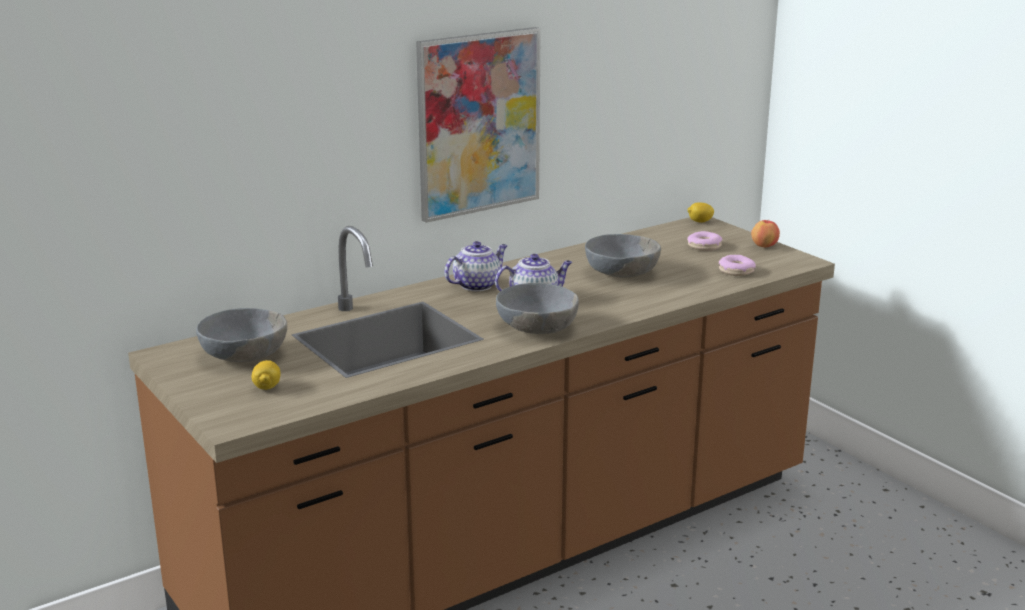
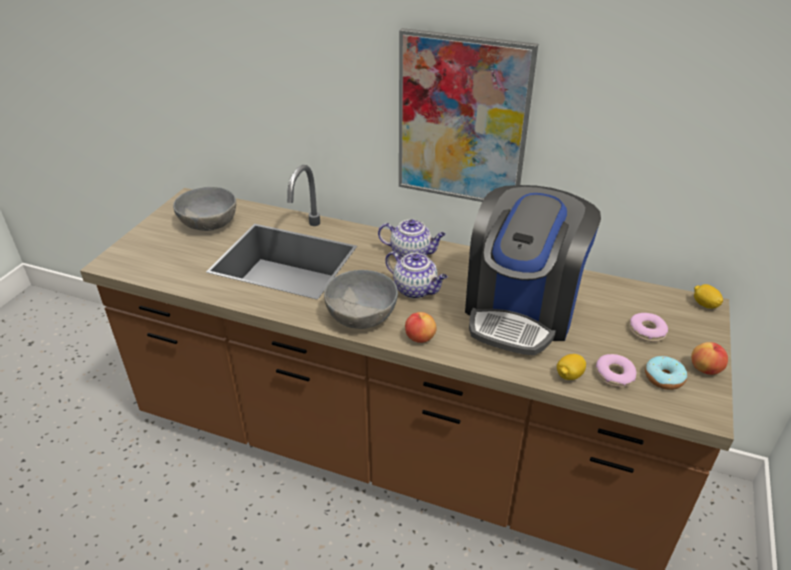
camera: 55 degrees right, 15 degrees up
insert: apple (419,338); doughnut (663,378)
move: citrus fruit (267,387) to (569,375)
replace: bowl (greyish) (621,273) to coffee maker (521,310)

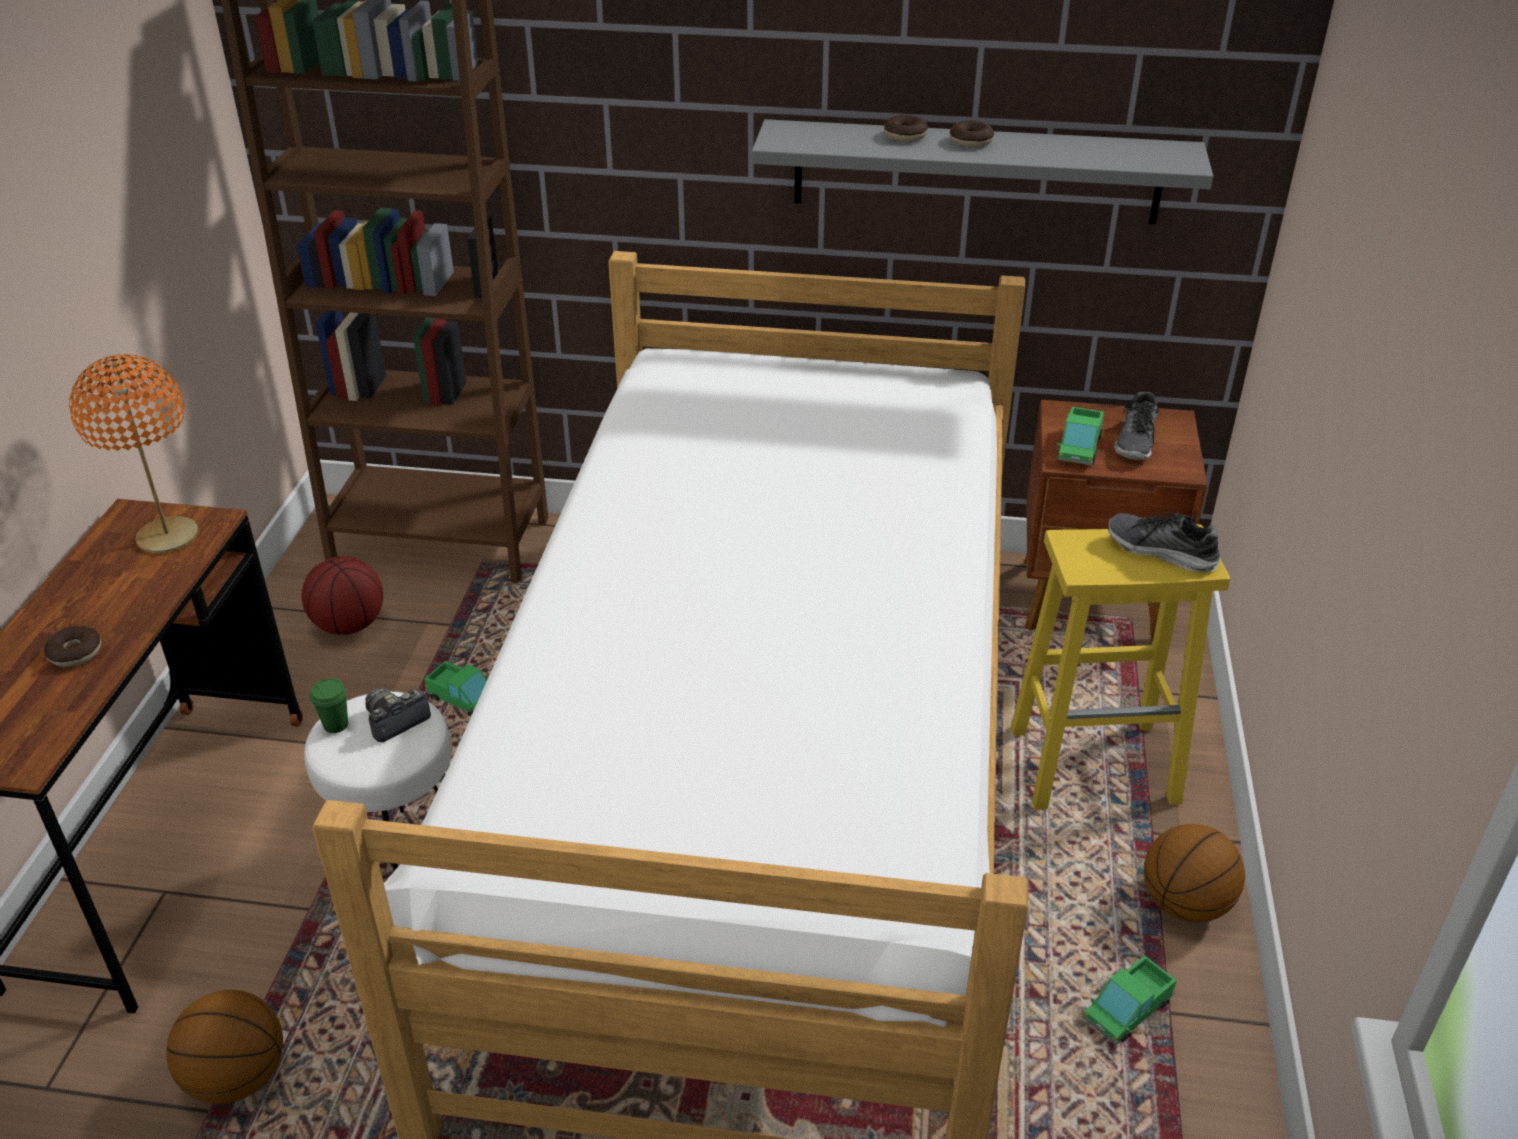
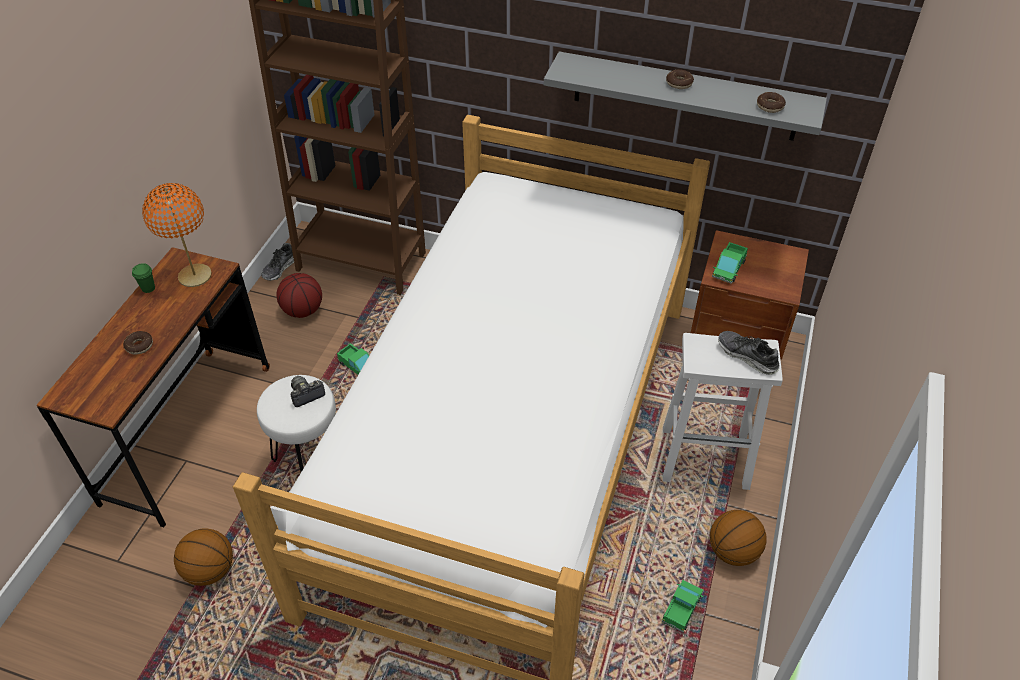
camera: 10 degrees right, 10 degrees up
move: drinking cup (green-coloured) (336,725) to (148,288); doughnut (905,136) to (770,106); item of footwear (1136,442) to (279,268)
recolor: stool (yellowish) (1096,765) to stool (white) (706,458)
rotate: toy truck (1127,1010) = (681,608) 150 degrees clockwise

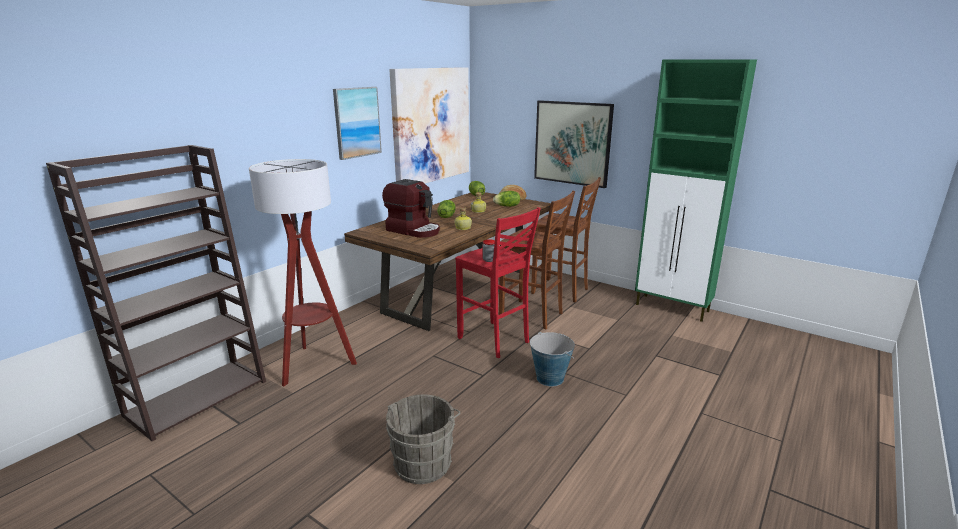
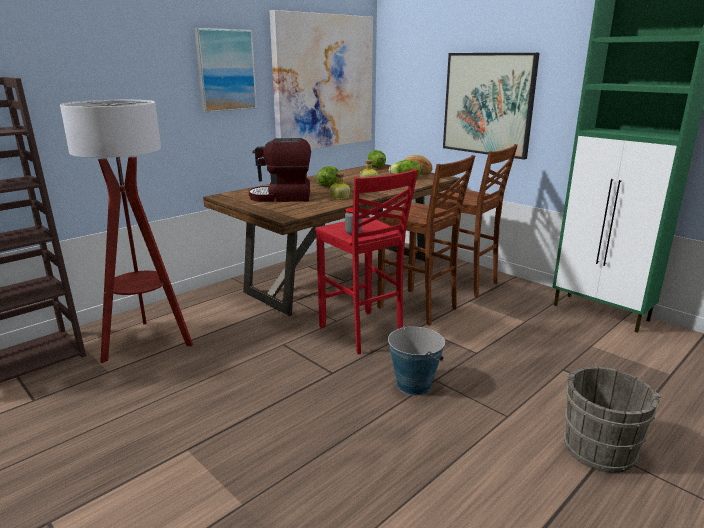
camera: 10 degrees right, 0 degrees up
move: pail (greyish) (424,461) to (599,446)
rotate: coffee maker (414,230) = (282,197) 135 degrees clockwise

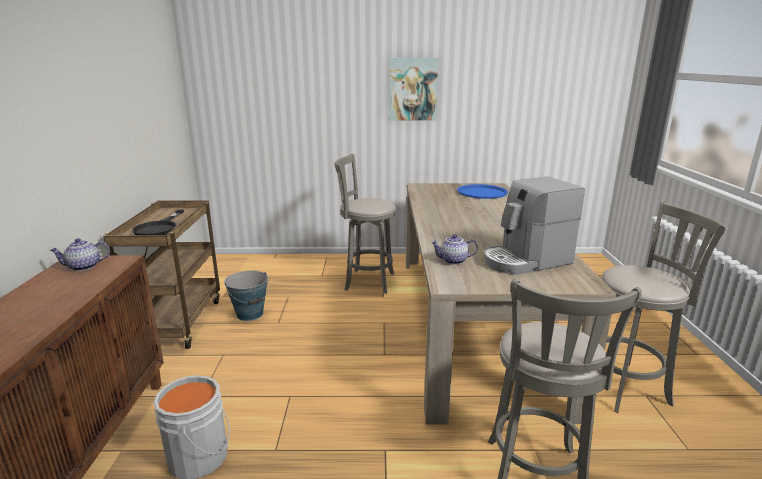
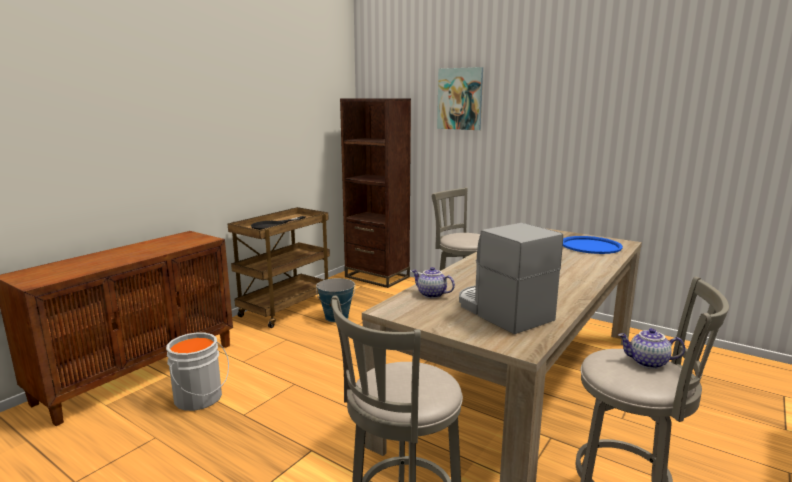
camera: 35 degrees right, 5 degrees down
insert: bookshelf (brown) (377,277)
move: pot for tea (83,267) to (648,363); wall picture (412,89) to (460,99)
rotate: coffee maker (525,261) = (501,312) 45 degrees clockwise

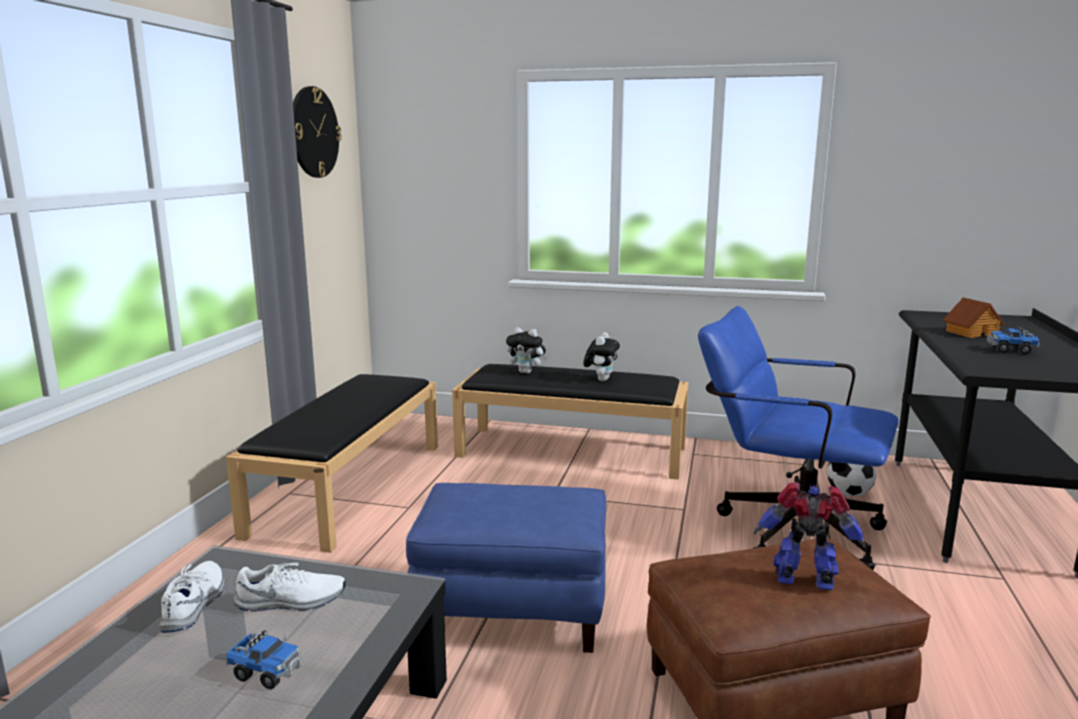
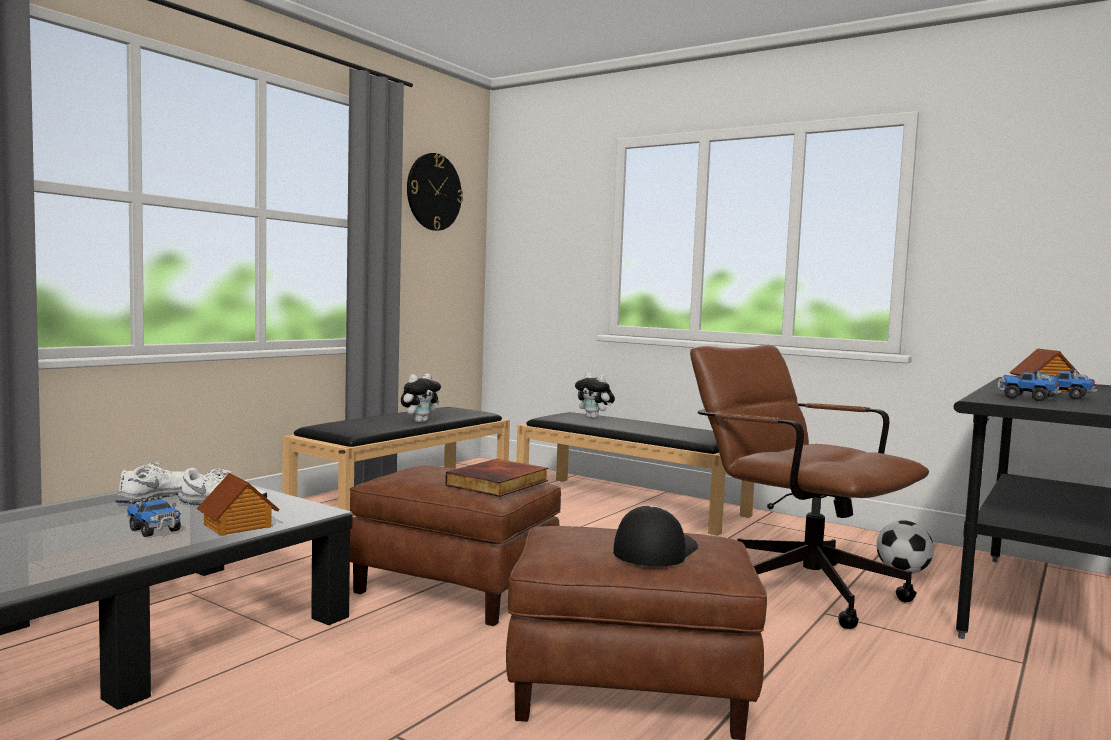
camera: 20 degrees right, 10 degrees down
insert: miniature house (238,526); volume (498,483); toy truck (1027,398)
move: plush toy (601,379) to (420,421)
replace: model robot (805,581) to baseball cap (654,550)
recolor: ottoman (blue) (514,609) to ottoman (brown) (455,588); office chair (blue) (785,529) to office chair (brown) (794,585)

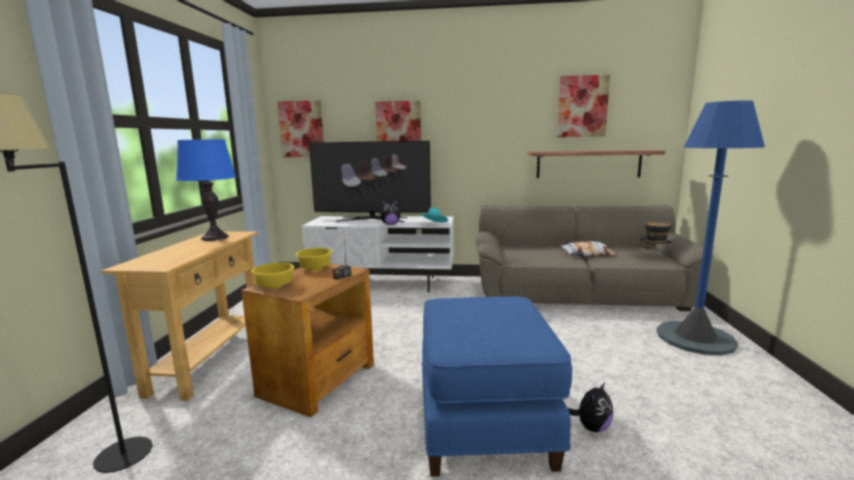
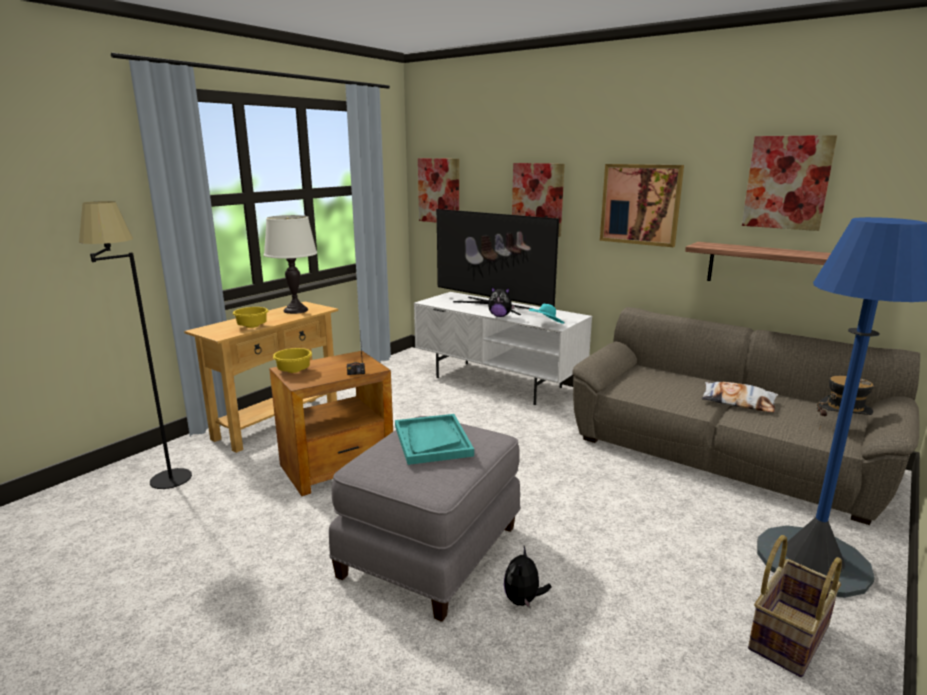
camera: 30 degrees right, 5 degrees up
insert: carrying tray (turquoise) (432,441); wall picture (640,204); storage basket (787,636)
move: bowl (yellowish) (315,269) to (251,327)
recolor: table lamp (blue) (215,238) to table lamp (white) (295,310); ottoman (blue) (485,419) to ottoman (greyish) (432,552)
rotate: plush toy (592,427) = (523,600) 120 degrees clockwise

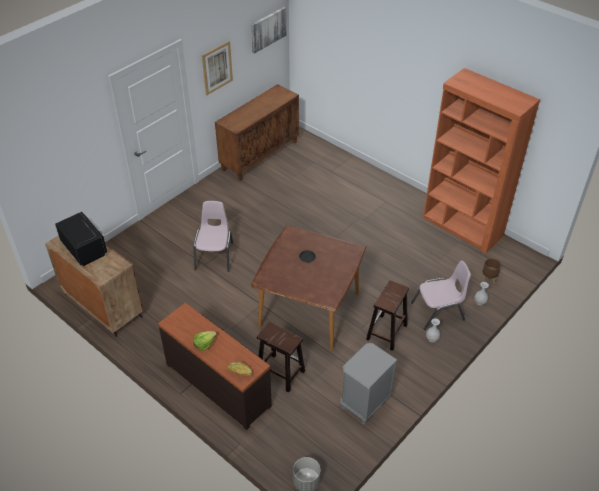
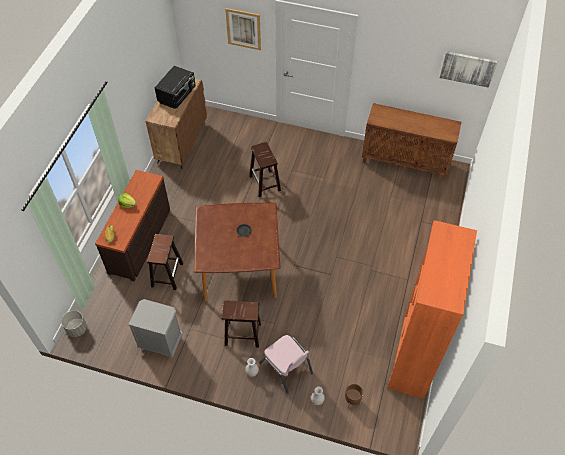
camera: 65 degrees right, 10 degrees up
move: wall picture (217,68) to (243,29)
replace: plain chair (pink) (215,256) to stool (brown) (265,183)

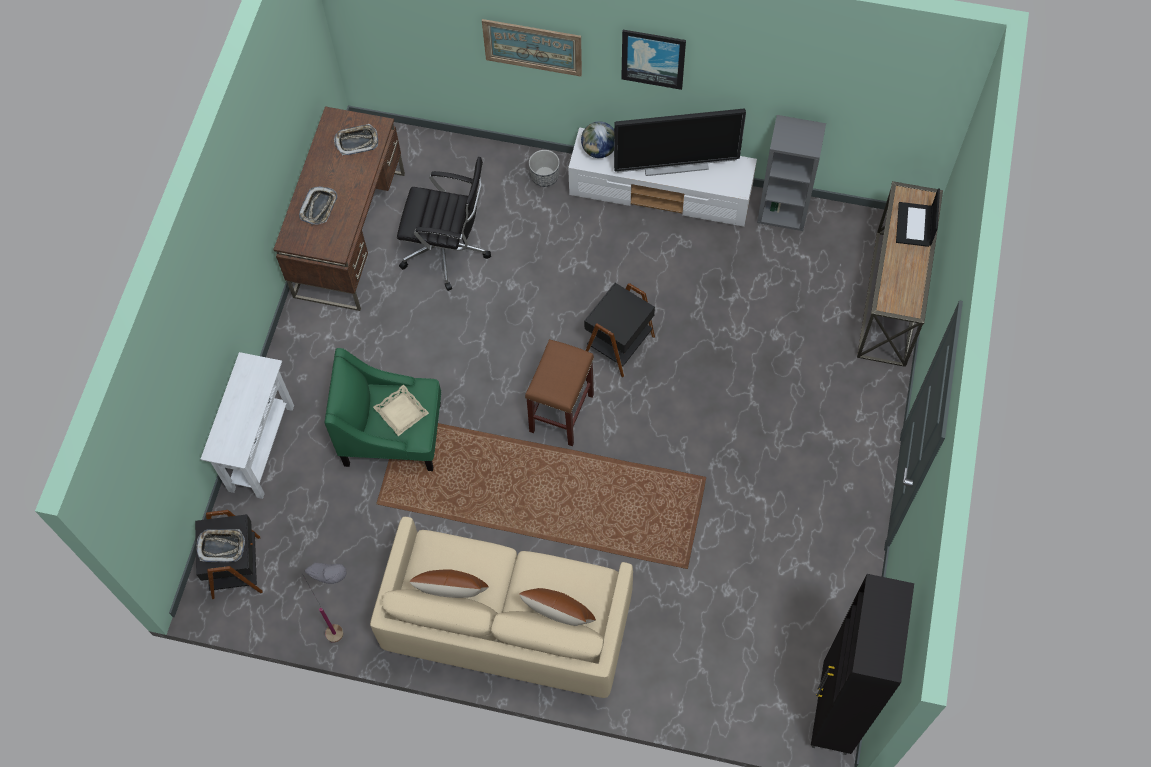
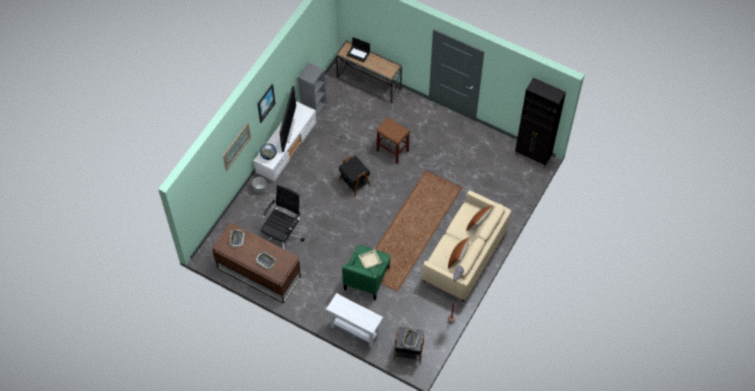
camera: 75 degrees left, 5 degrees down
move: stool (brown) (561,414) to (393,151)

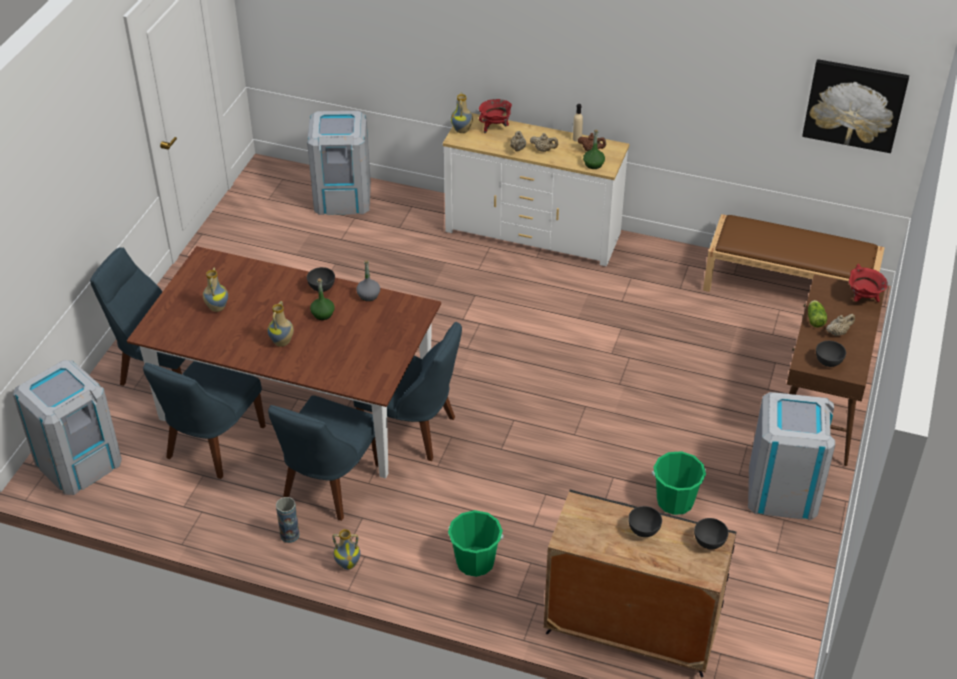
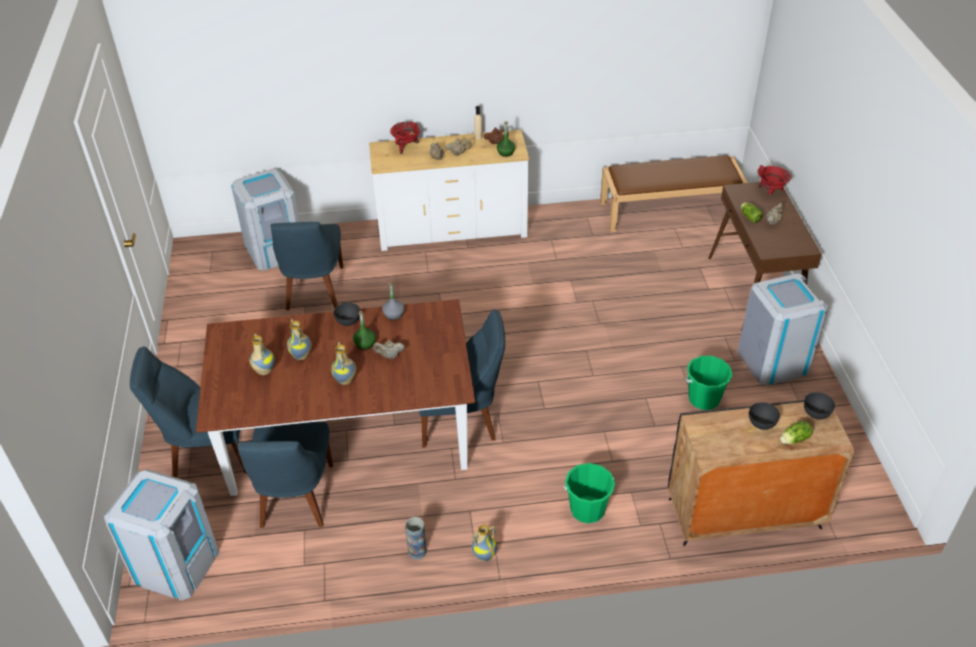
camera: 25 degrees left, 0 degrees up
delete: wall picture (854,105); bowl (greyish) (828,362)
insert: pot for tea (sand-coloured) (389,356); lettuce head (793,439)
move: plain chair (blue) (328,485) to (314,290); vase (462,130) to (302,356)

